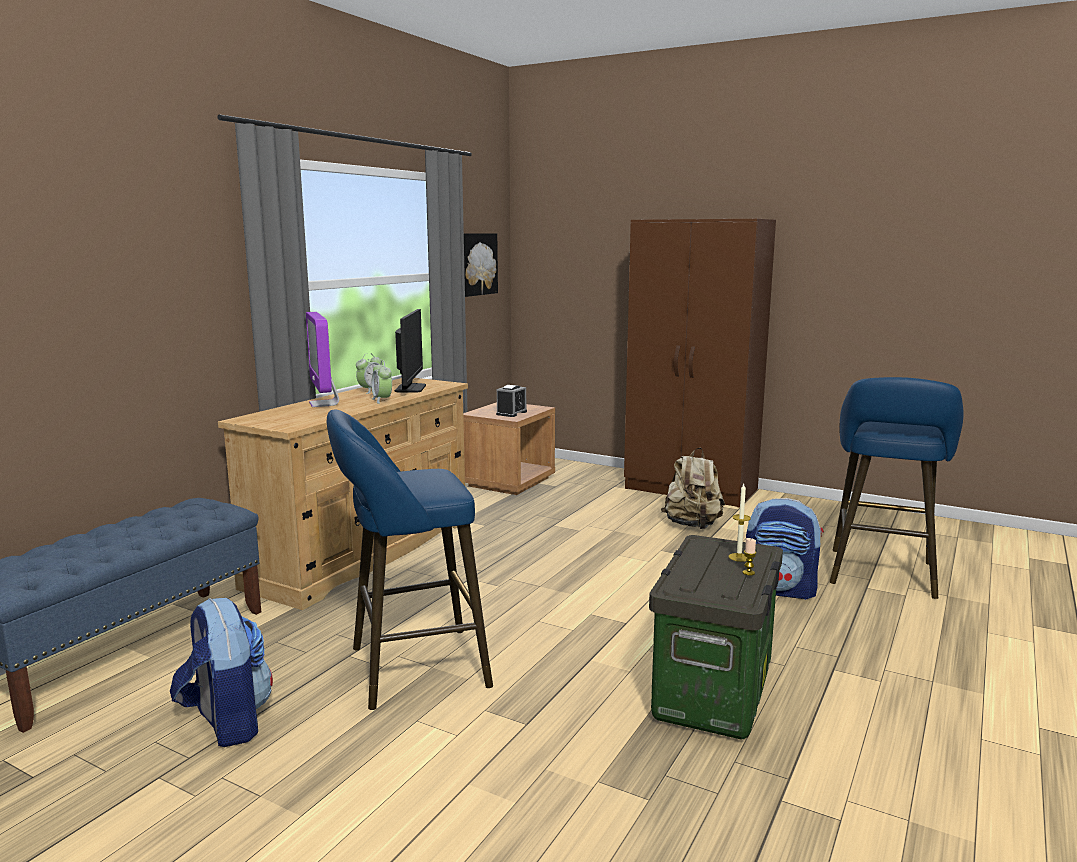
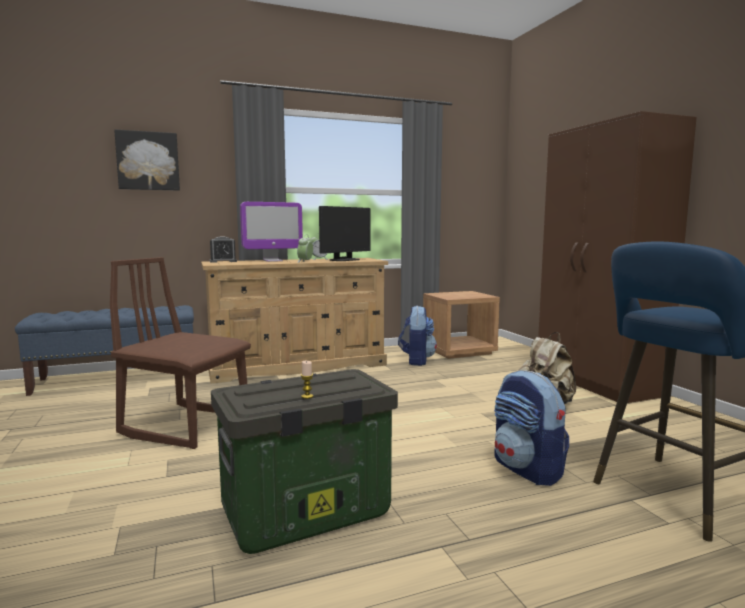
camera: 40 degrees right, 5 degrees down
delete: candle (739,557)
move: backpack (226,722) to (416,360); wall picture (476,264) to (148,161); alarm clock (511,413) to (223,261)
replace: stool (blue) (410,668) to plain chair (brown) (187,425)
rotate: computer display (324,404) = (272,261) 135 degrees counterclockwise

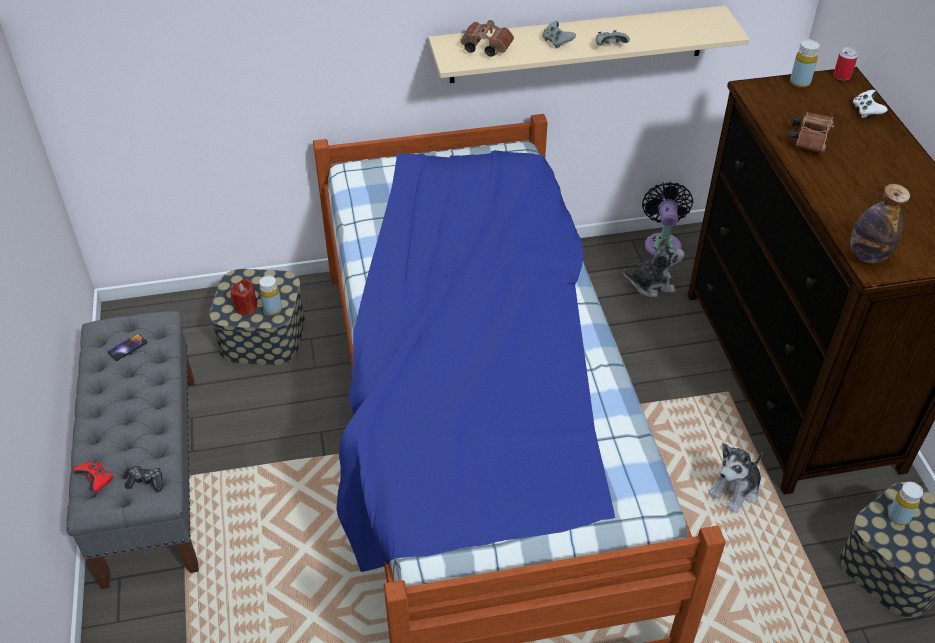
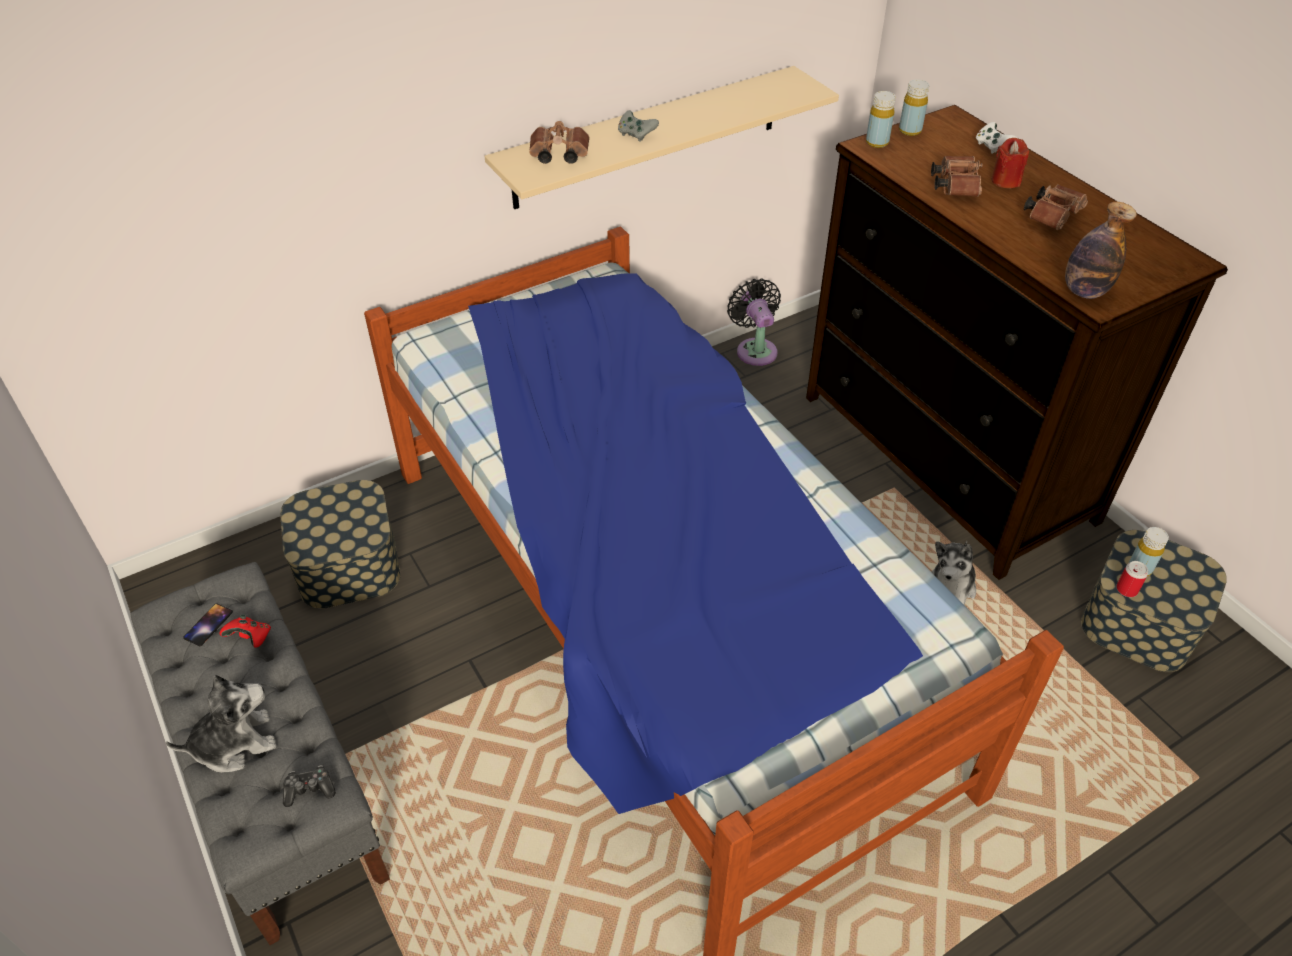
camera: 20 degrees left, 0 degrees up
delete: game controller (greyish) (610,46)
insert: field glasses (brown) (1053,216)
move: game controller (reddish) (97,481) to (251,638); candle (reddish) (246,307) to (1006,181); bottle (yellowish) (273,309) to (877,142); plush toy (651,284) to (235,743); metal can (842,76) to (1126,589)

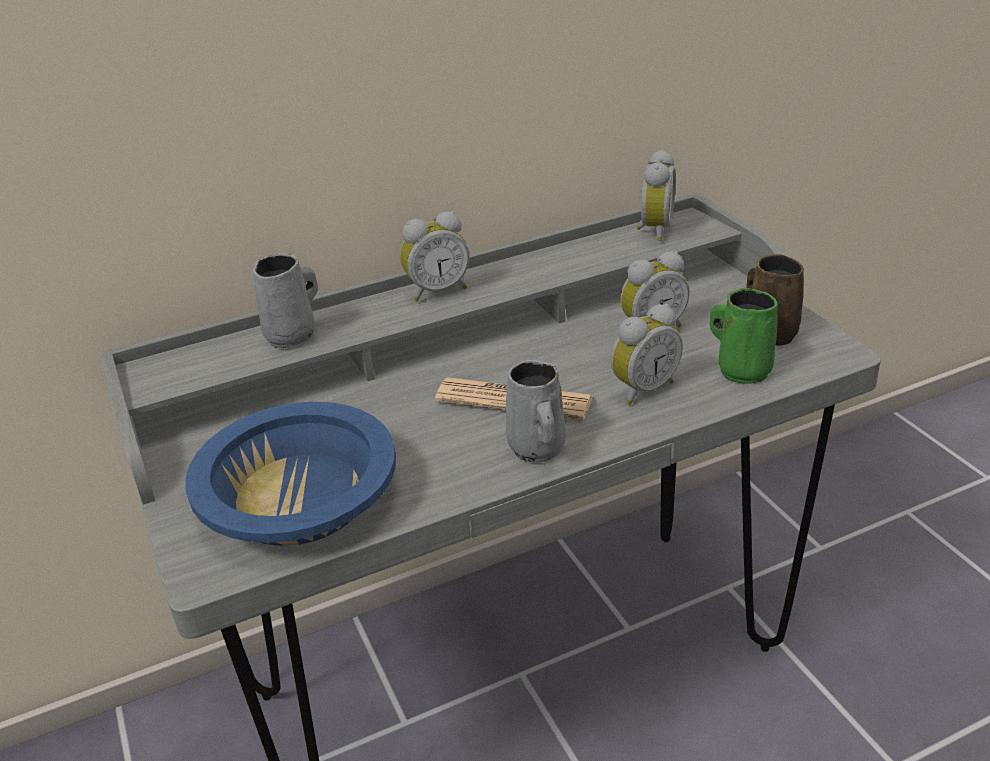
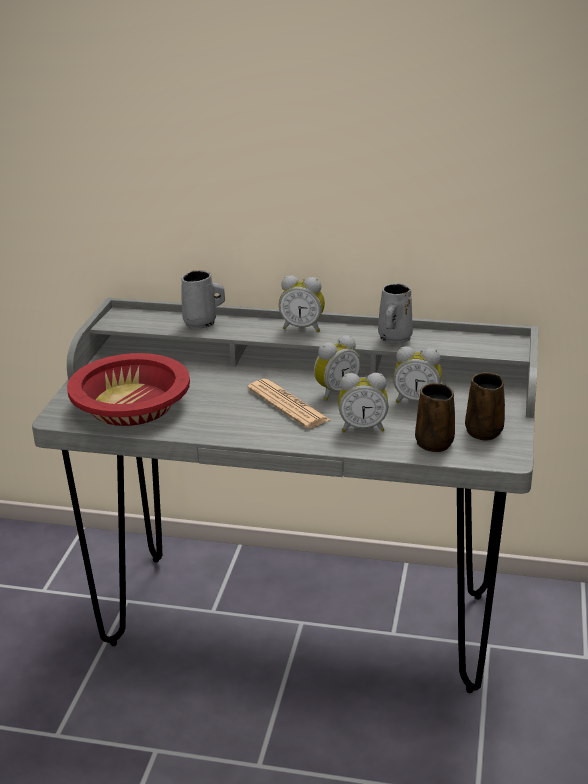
camera: 35 degrees right, 5 degrees down
move: mug (greyish) (537,450) to (394,338); alarm clock (653,230) to (335,391)
recolor: bowl (blue) (298,499) to bowl (reddish) (131,405); mug (green-coloured) (741,370) to mug (brown) (433,442)

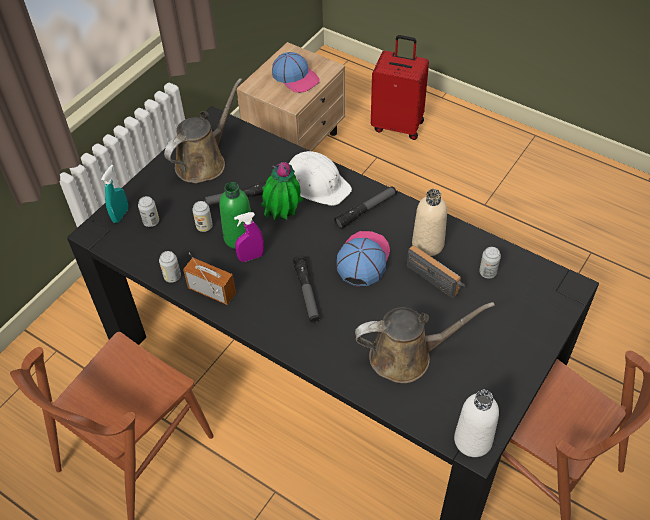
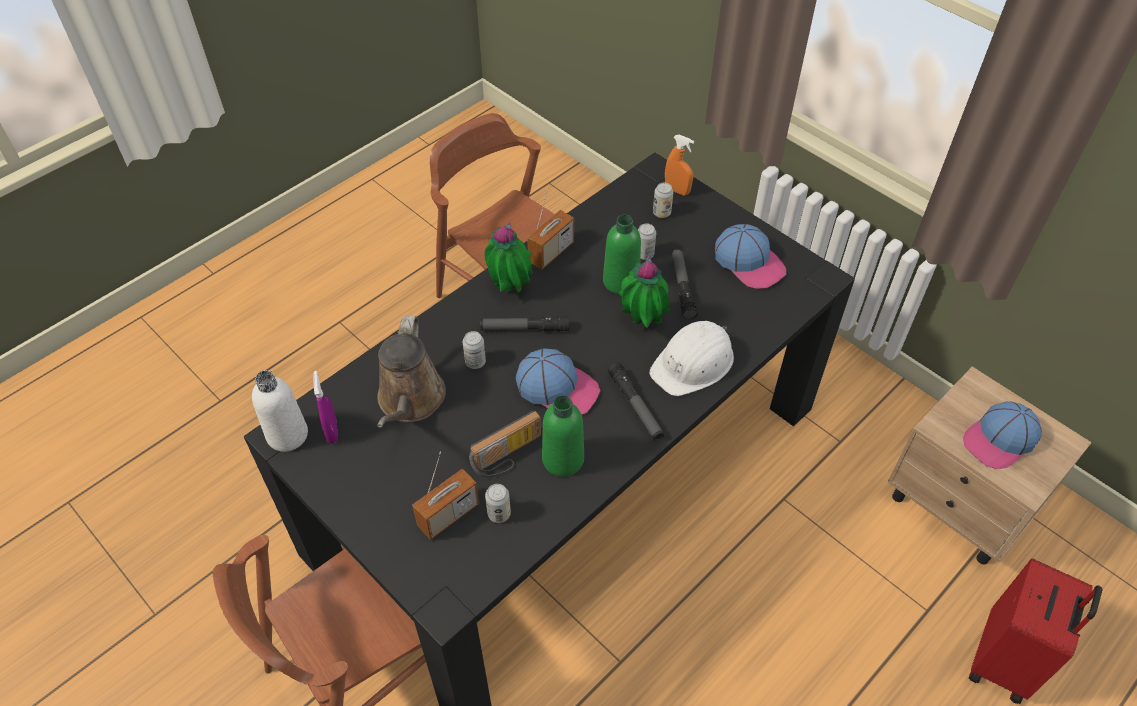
camera: 100 degrees right, 0 degrees up
insert: radio set (448,515); houseplant (509,289)
move: metal can (172,276) to (475,362); sprayer (purple) (251,257) to (332,431)
replace: watering can (brown) (204,162) to baseball cap (749,262)
recolor: sprayer (turquoise) (120,215) to sprayer (orange) (677,190); bottle (sand-coloured) (428,244) to bottle (green-coloured) (563,459)

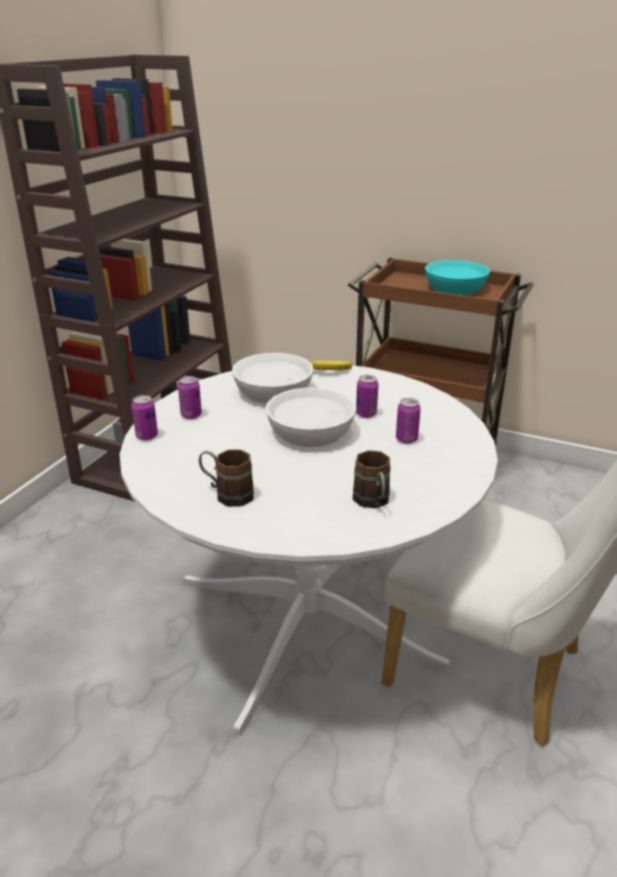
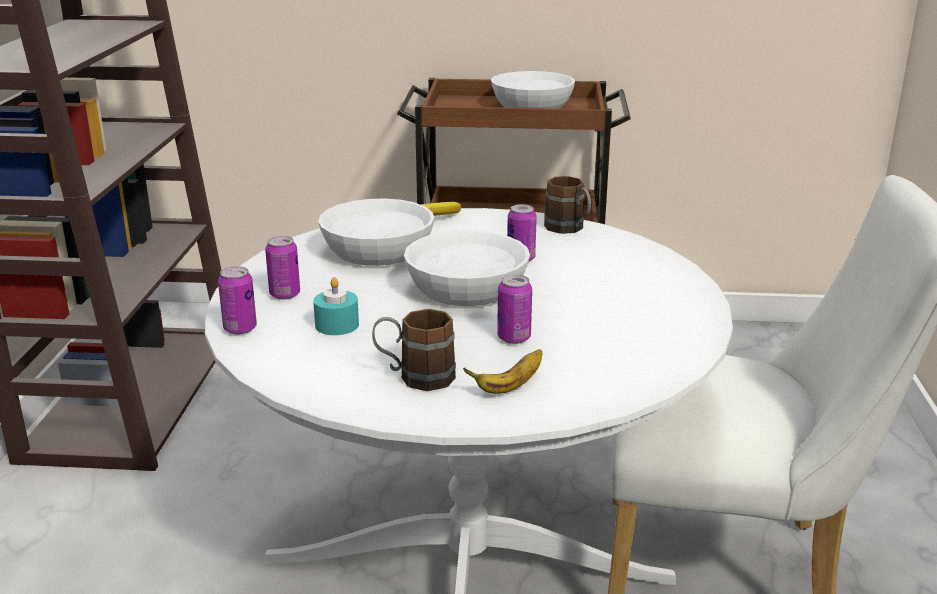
camera: 20 degrees left, 5 degrees down
insert: candle (turquoise) (337,325); banana fruit (509,386)
move: mug (brown) (373,503) to (569,229); metal can (406,439) to (514,338)
recolor: bowl (turquoise) (454,288) to bowl (white) (531,106)

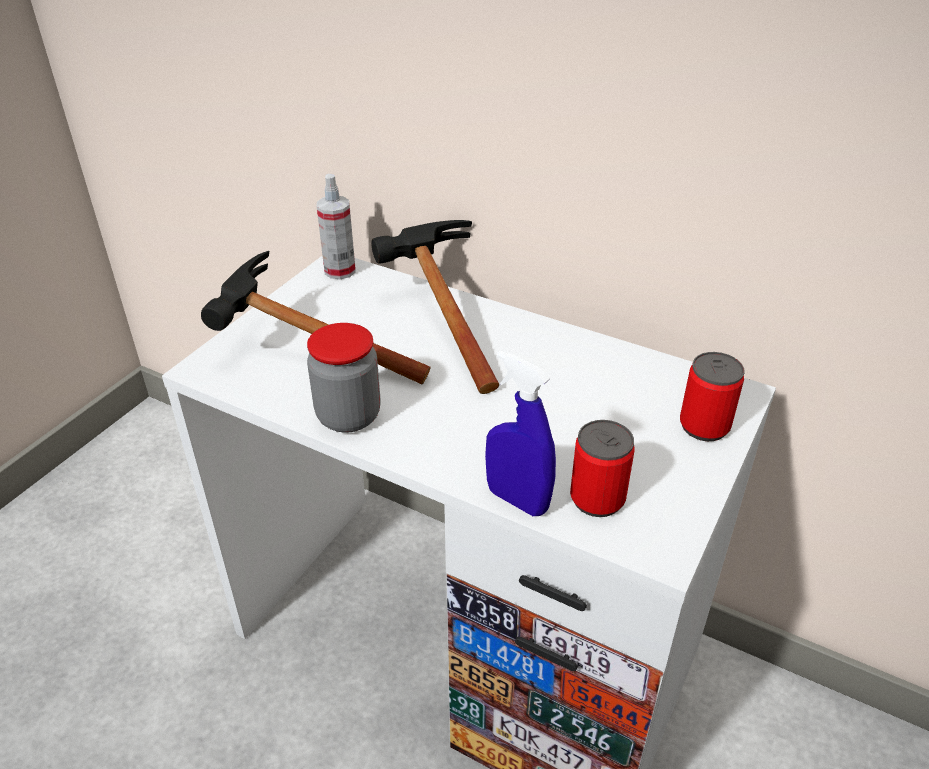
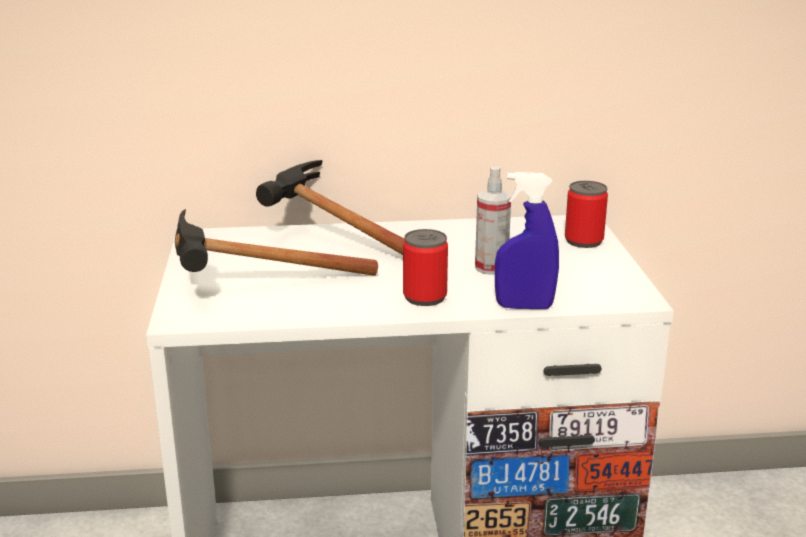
camera: 35 degrees left, 15 degrees down
delete: preserve jar (348,416)
move: sprayer (340,270) to (491,268); metal can (597,499) to (425,297)

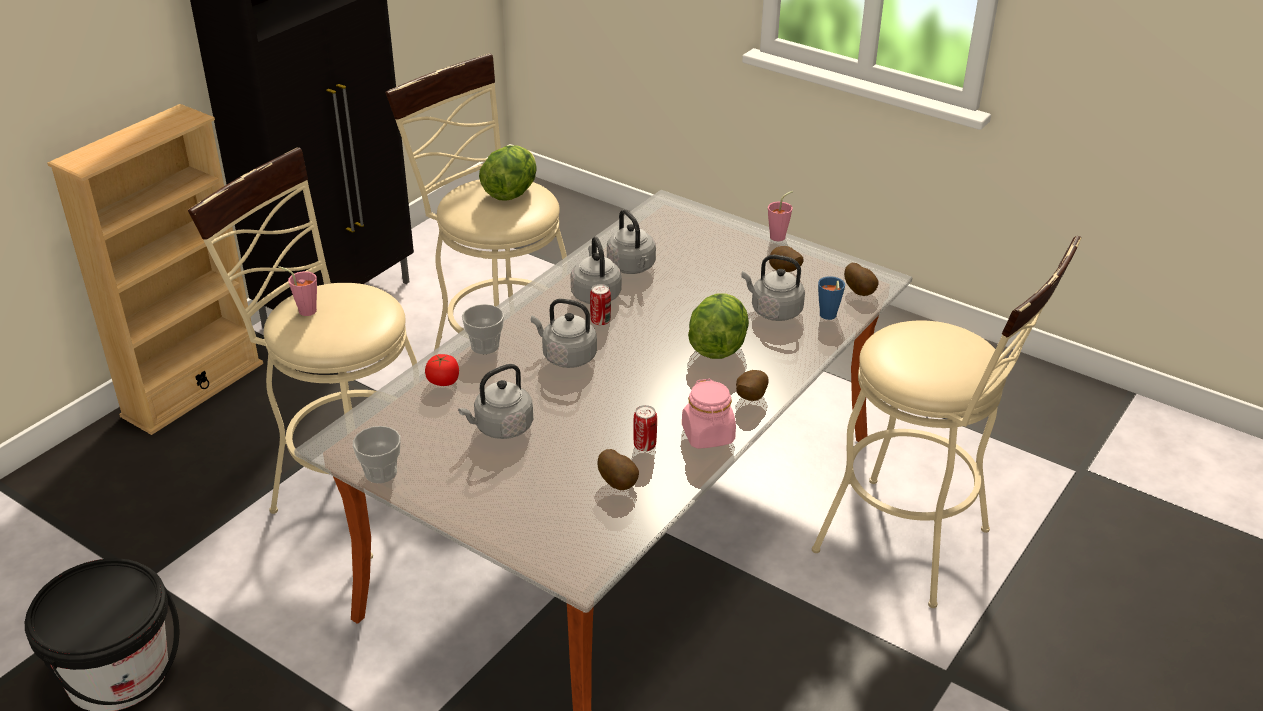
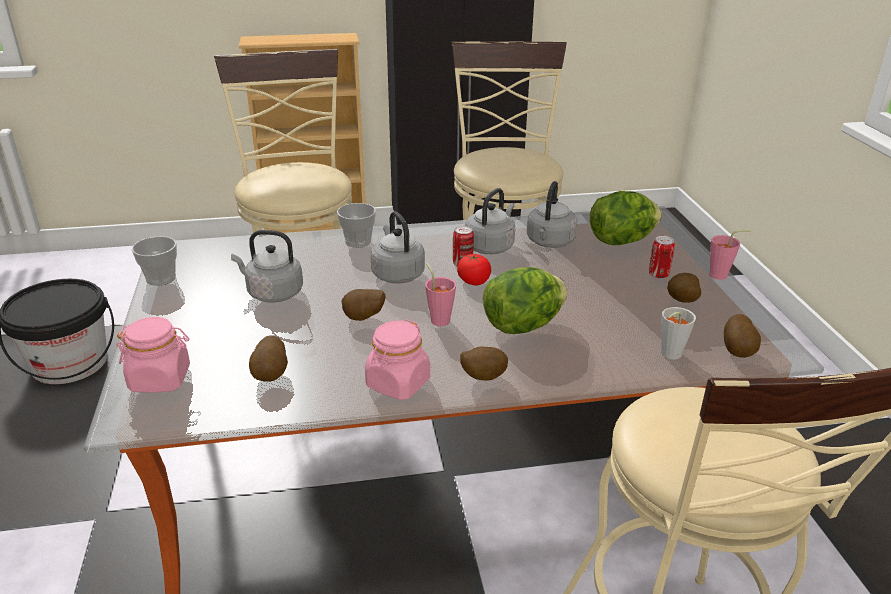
camera: 45 degrees right, 5 degrees down
delete: water kettle (greyish) (773,311)
insert: preserve jar (pink) (160,379); spud (364,319)
move: drinking cup (pink) (304,310) to (438,318); fresh tomato (443,381) to (473,281); lettuce head (510,193) to (621,241); metal can (644,445) to (658,275)
recolor: drinking cup (blue) (828,317) to drinking cup (greyish) (668,355)

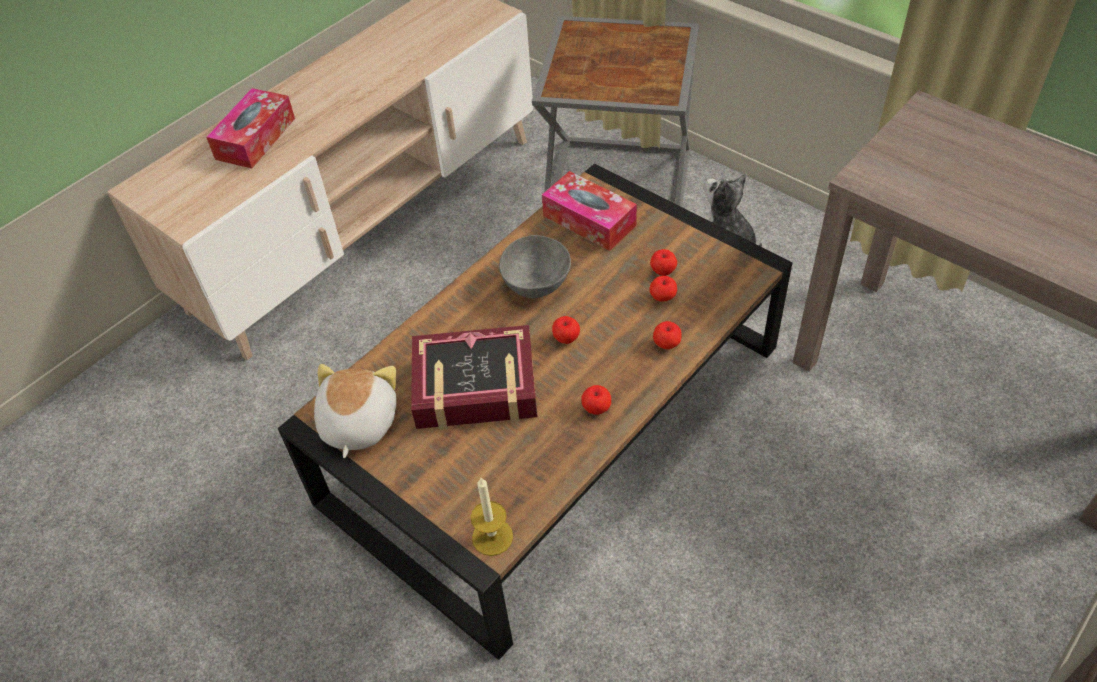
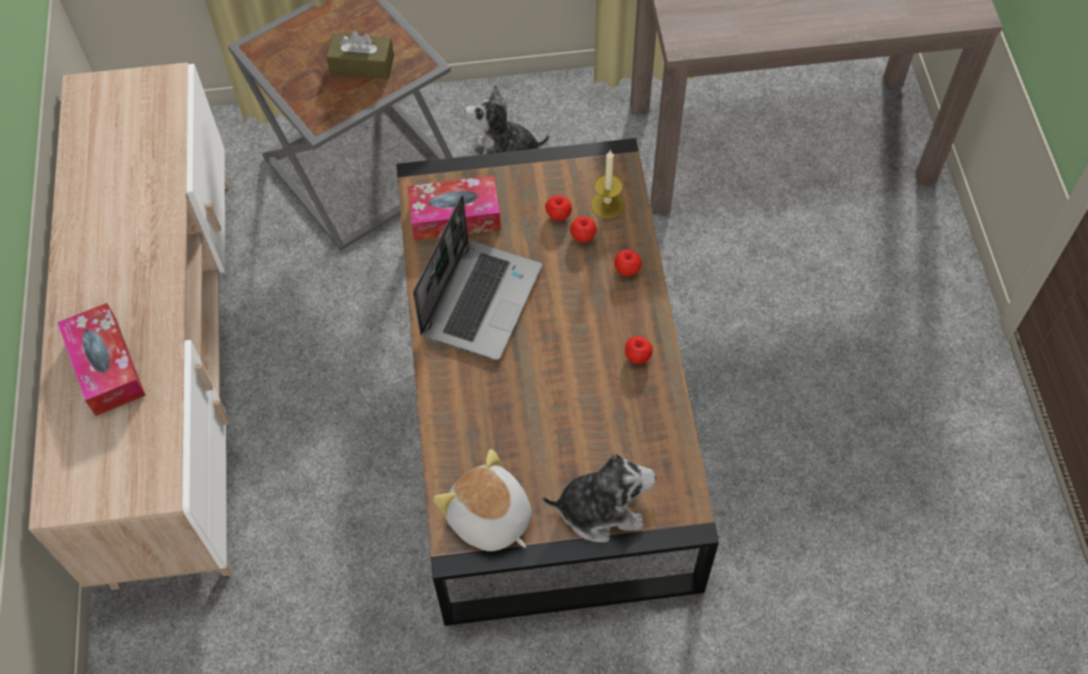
camera: 50 degrees left, 10 degrees up
delete: volume (475,387); apple (566,338)
insert: box of tissues (brown) (362,65); plush toy (601,509)
move: candle (492,537) to (607,205)
replace: bowl (greyish) (537,283) to portable computer (480,299)

